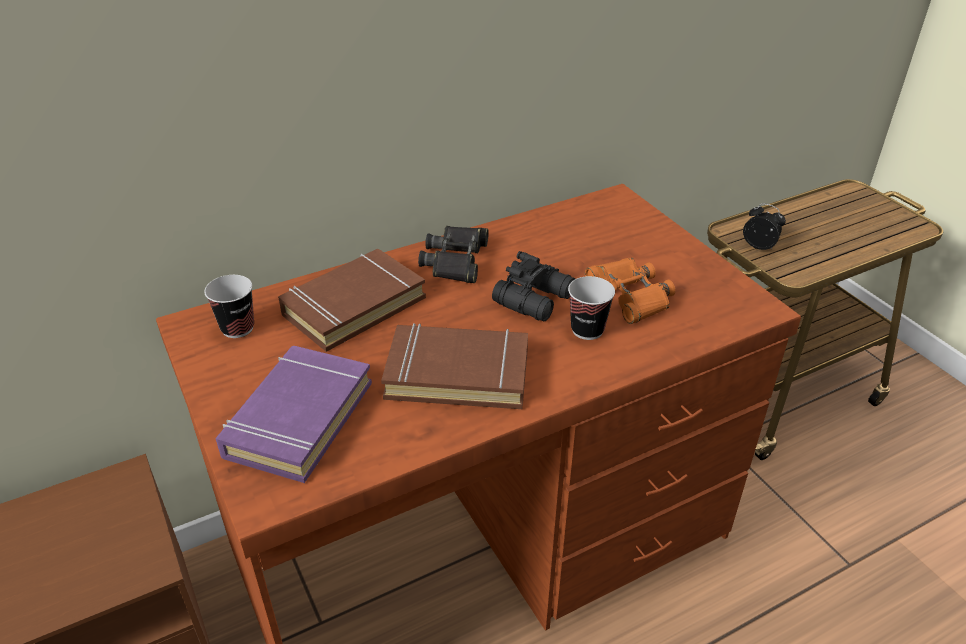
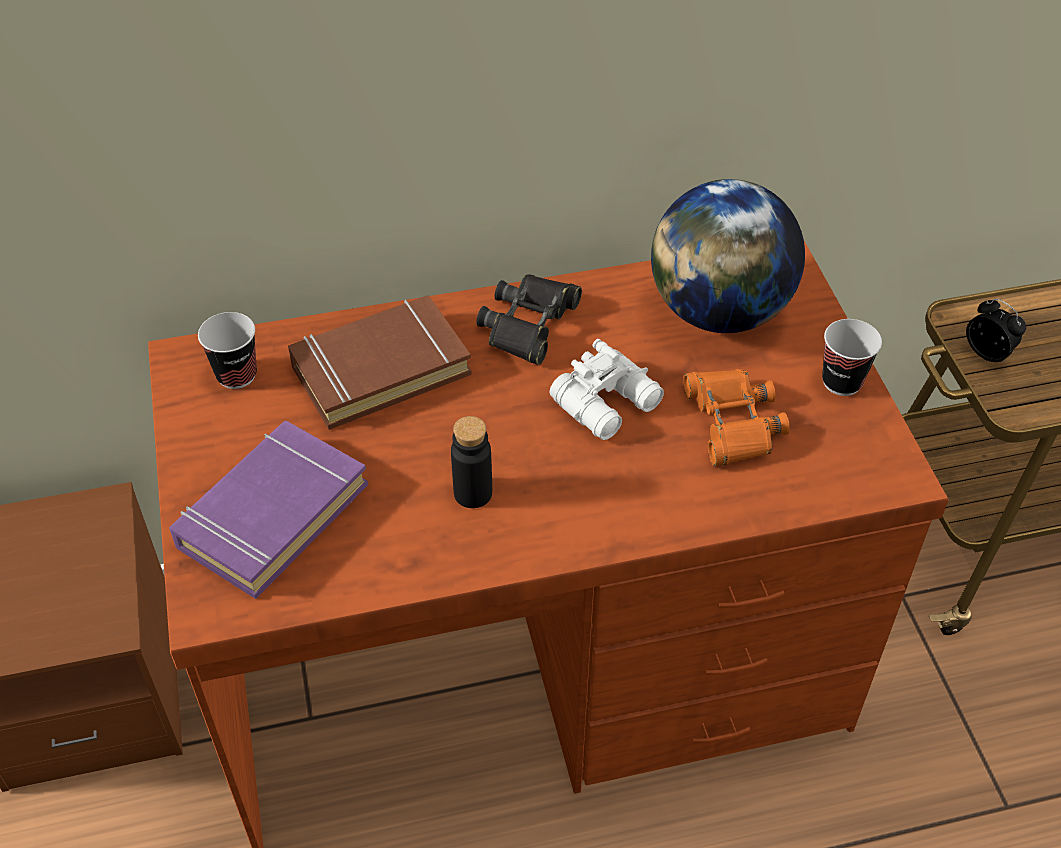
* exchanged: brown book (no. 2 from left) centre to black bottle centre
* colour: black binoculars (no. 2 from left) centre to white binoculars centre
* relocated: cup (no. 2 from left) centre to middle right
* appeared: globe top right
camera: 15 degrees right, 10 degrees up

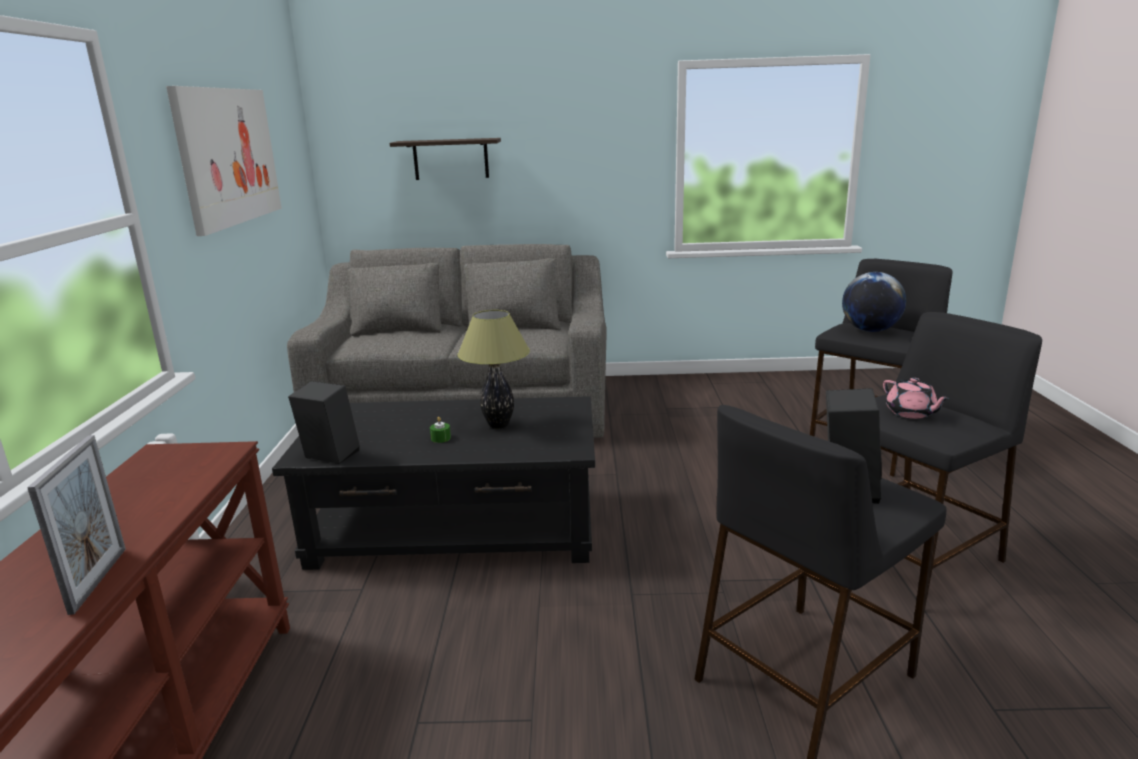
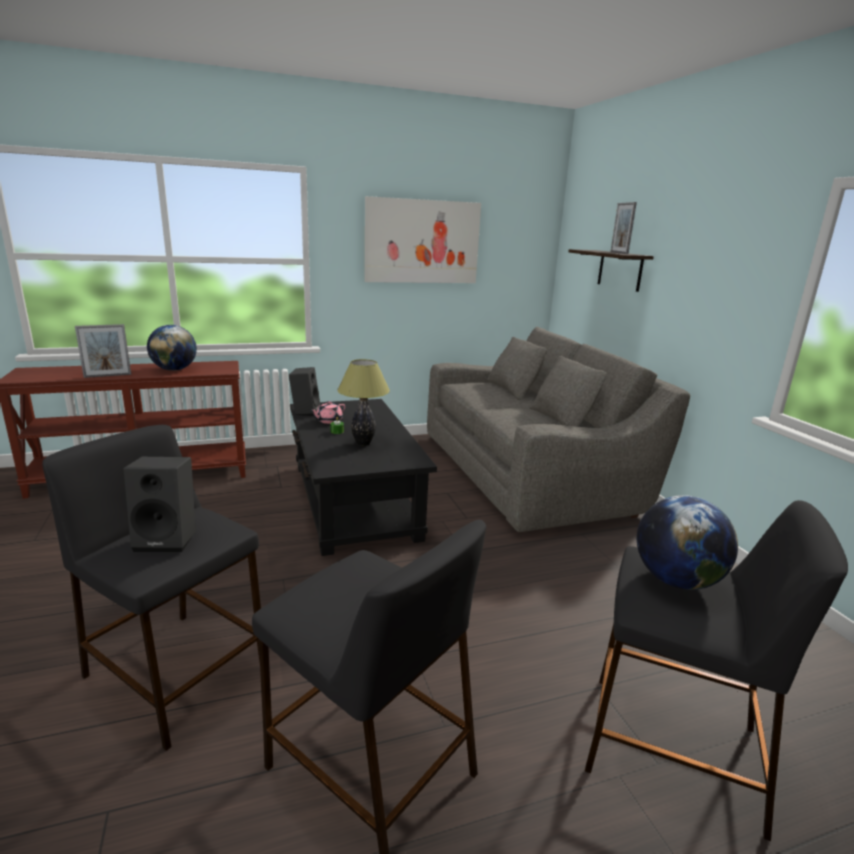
* relocated: pink teapot middle right to centre
* appeared: globe (no. 1 from left) middle left
* appeared: picture frame (no. 2 from left) top right
camera: 70 degrees right, 0 degrees up

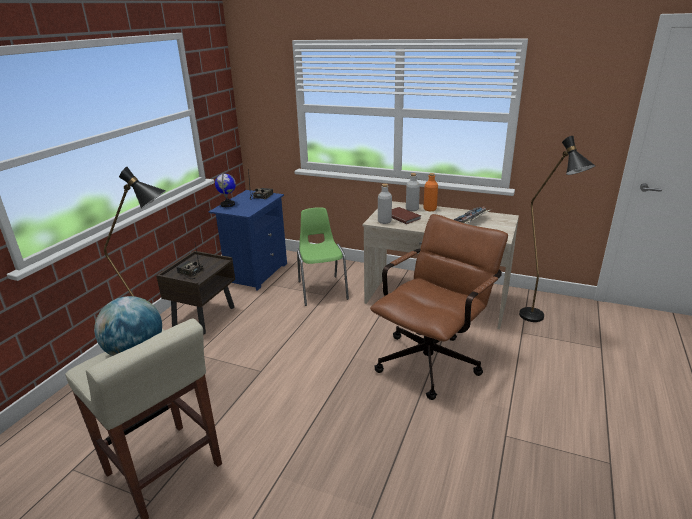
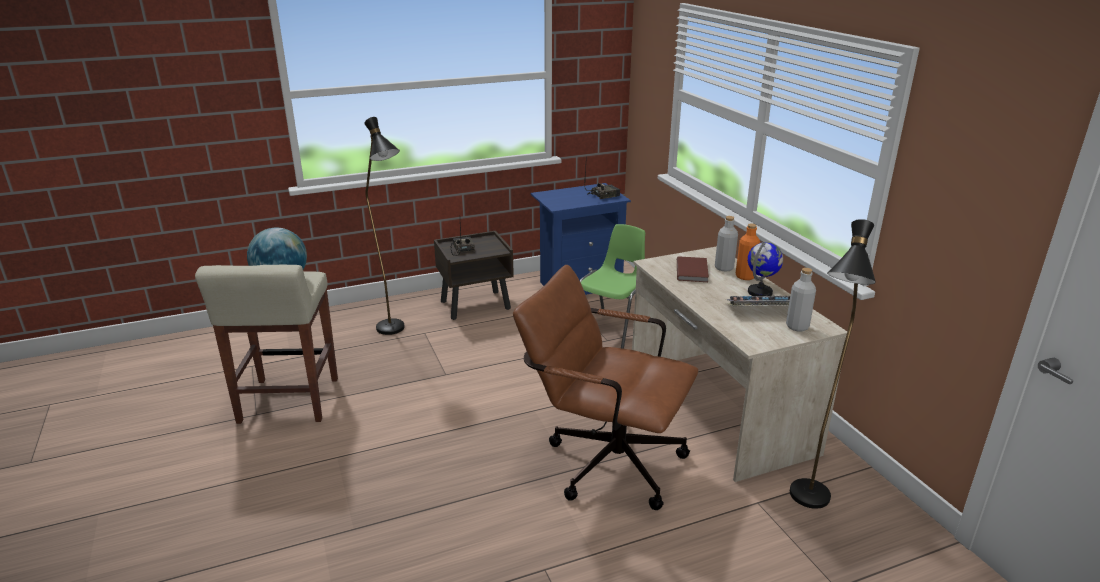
* relocated: globe (no. 2 from left) middle left to middle right
* spun: brown office chair centre = centre 150 degrees counterclockwise
* relocated: grey bottle (no. 1 from left in the first image) centre to grey bottle (no. 2 from left) middle right
camera: 45 degrees right, 0 degrees up

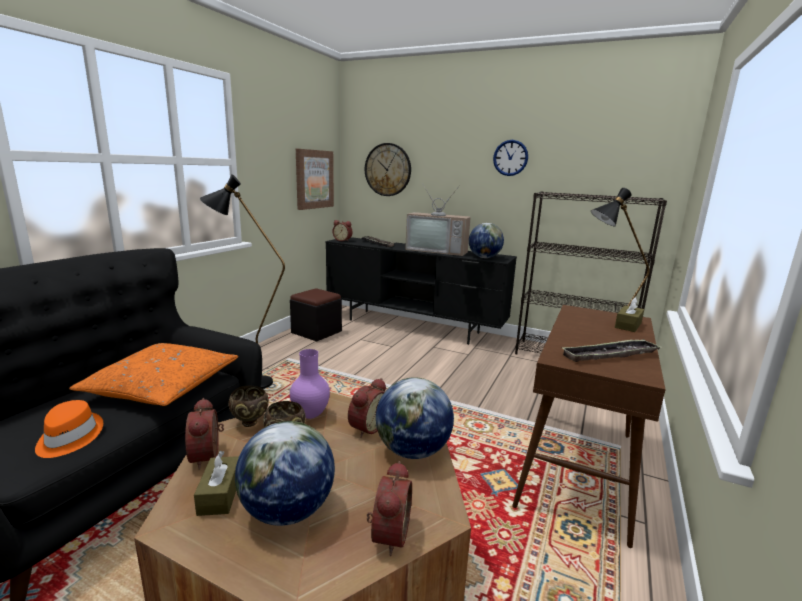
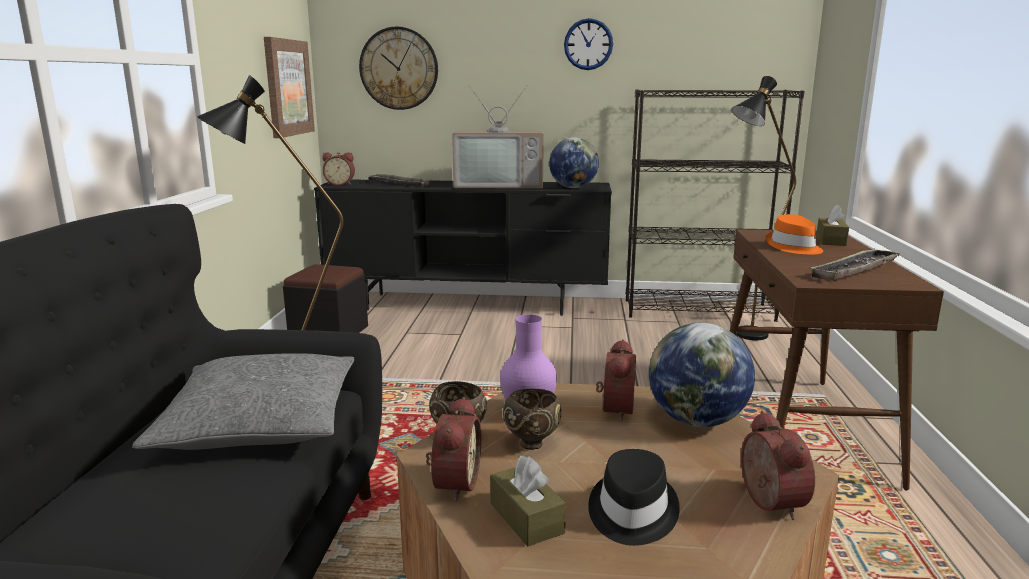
* relocated: orange hat bottom left to middle right
* colour: orange pillow middle left to grey pillow bottom left
* spun: alarm clock (no. 1 from left in the first image) bottom left = bottom centre 135 degrees counterclockwise
* exchanged: globe (no. 1 from left) bottom centre to black hat bottom centre
camera: 20 degrees left, 0 degrees up

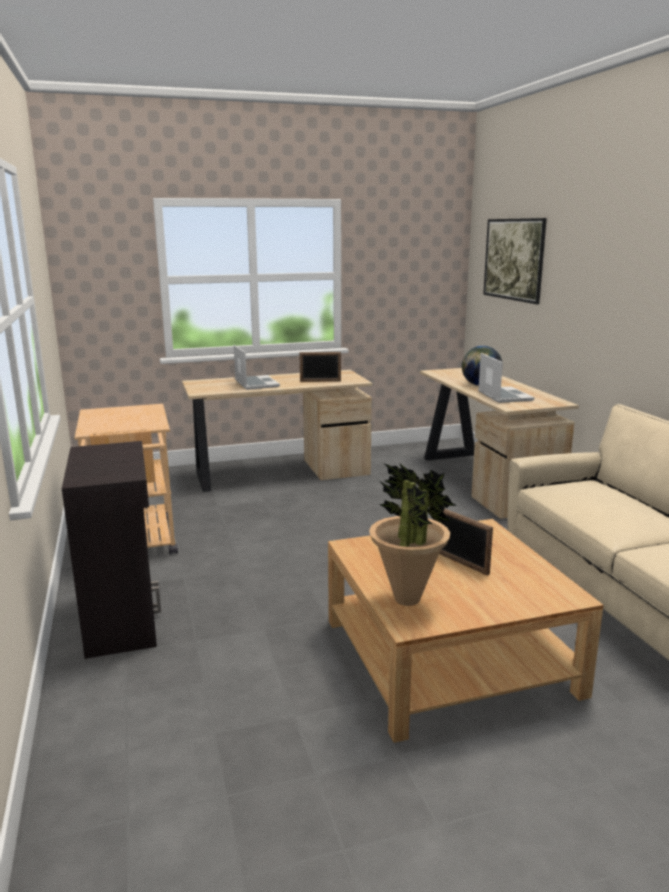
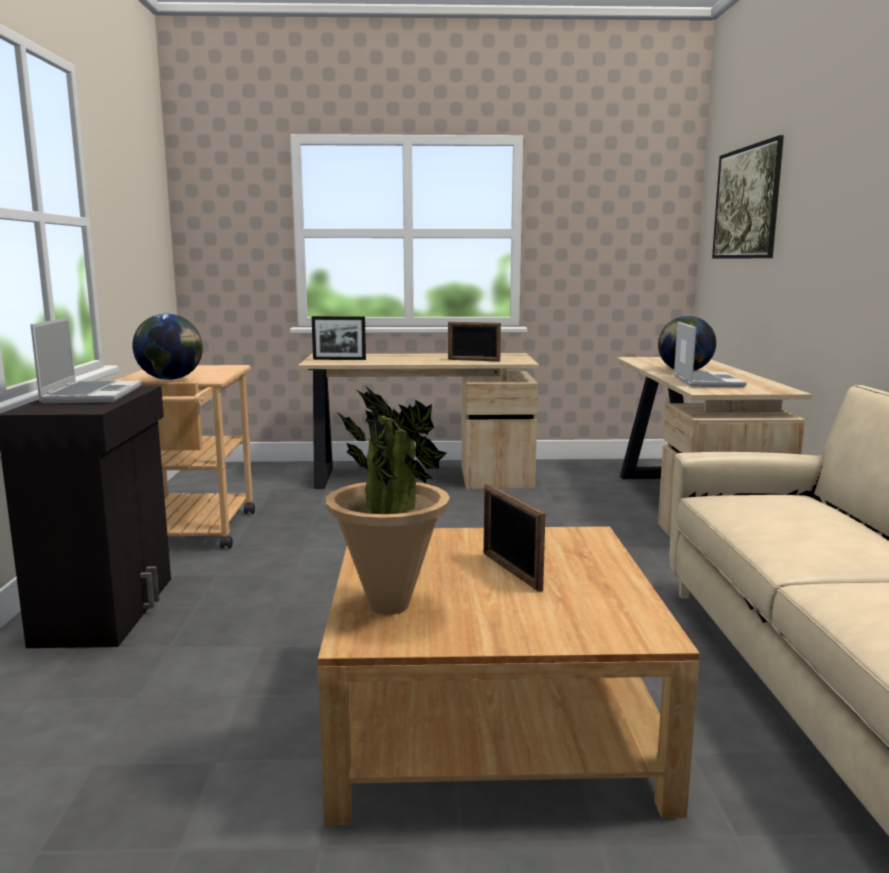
* relocated: laptop (no. 1 from left) centre to middle left
* appeared: globe (no. 1 from left) middle left
* appeared: picture frame (no. 1 from left) centre
camera: 15 degrees right, 5 degrees down

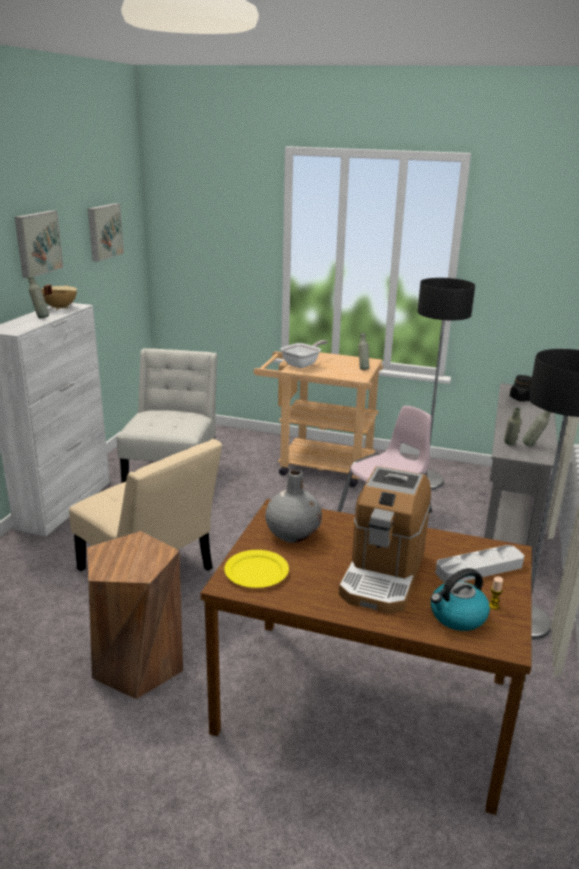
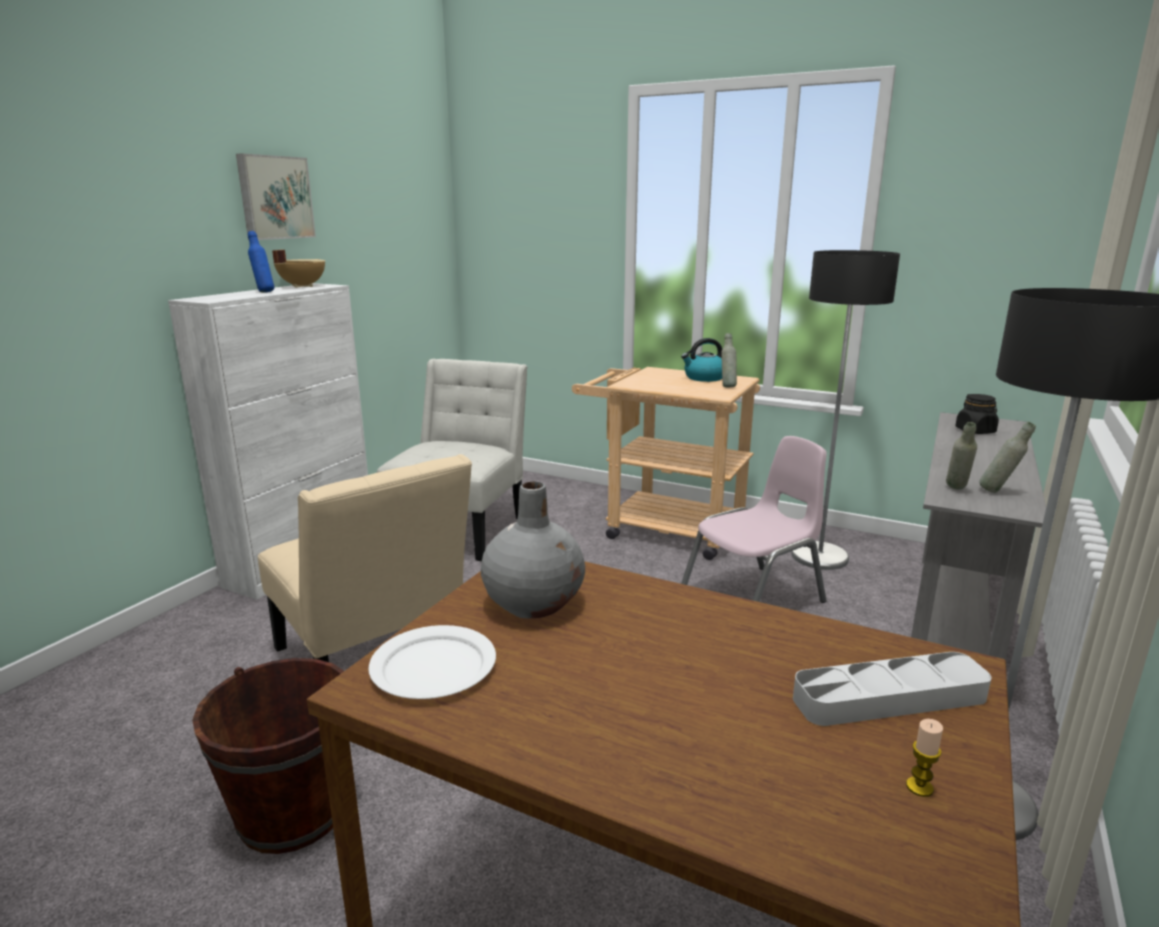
* colour: grey bottle (no. 1 from left) middle left to blue bottle top left
* exchanged: brown stool bottom left to brown bucket bottom left
* missing: picture (no. 2 from left) top left
* colour: yellow plate centre to white plate bottom centre
* missing: frying pan centre
* missing: coffee machine centre
* relocated: kettle bottom right to centre
camera: 10 degrees right, 5 degrees down

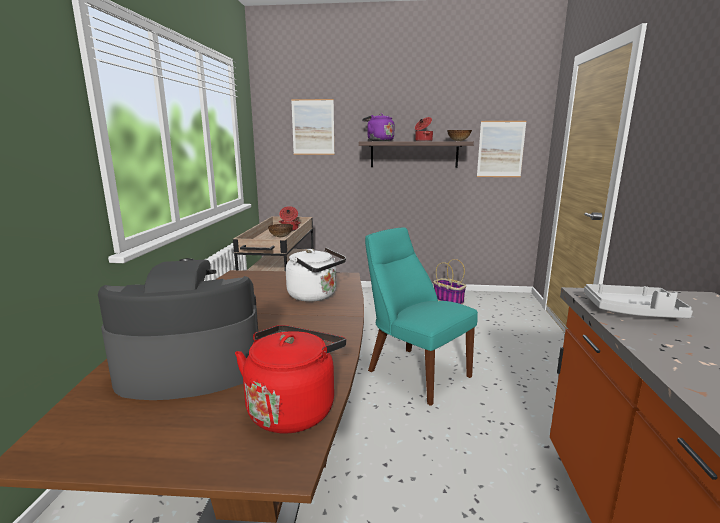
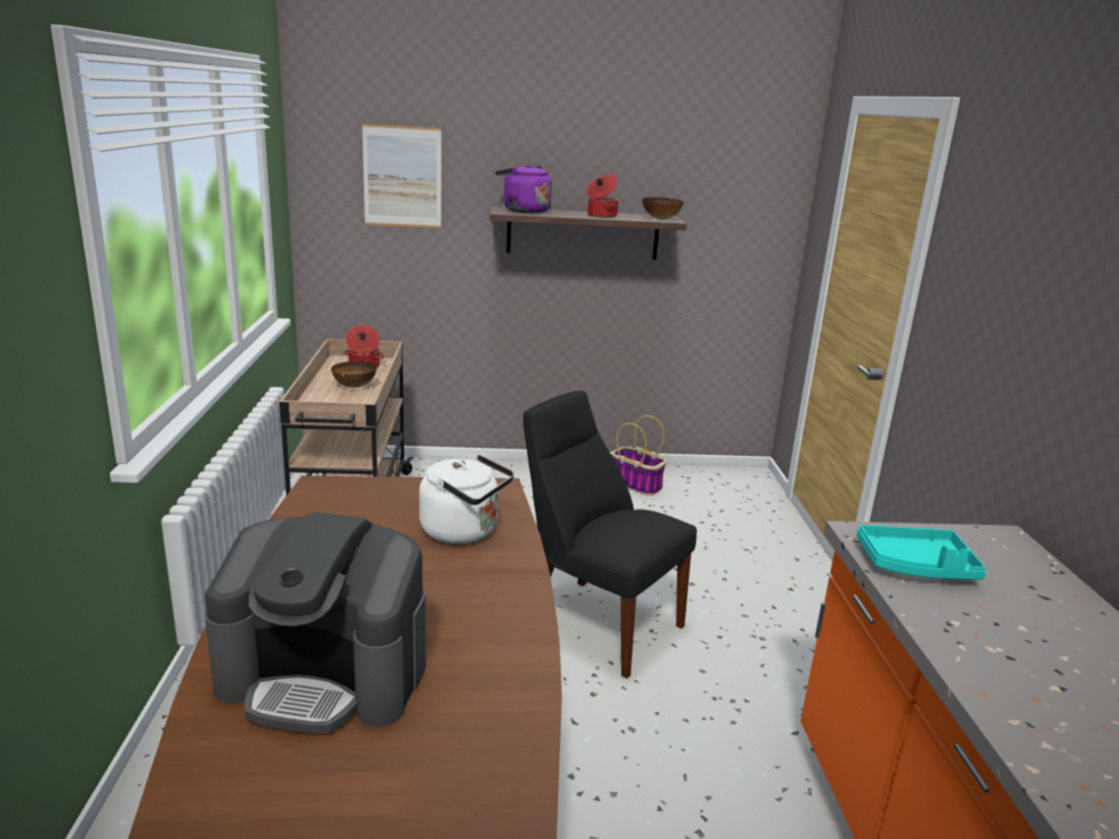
* spun: coffee machine middle left = bottom left 150 degrees counterclockwise
* missing: red kettle bottom centre
* colour: turquoise chair centre to black chair centre
* missing: picture (no. 2 from left) top right
* colour: grey tray middle right to turquoise tray middle right
camera: 10 degrees left, 5 degrees up

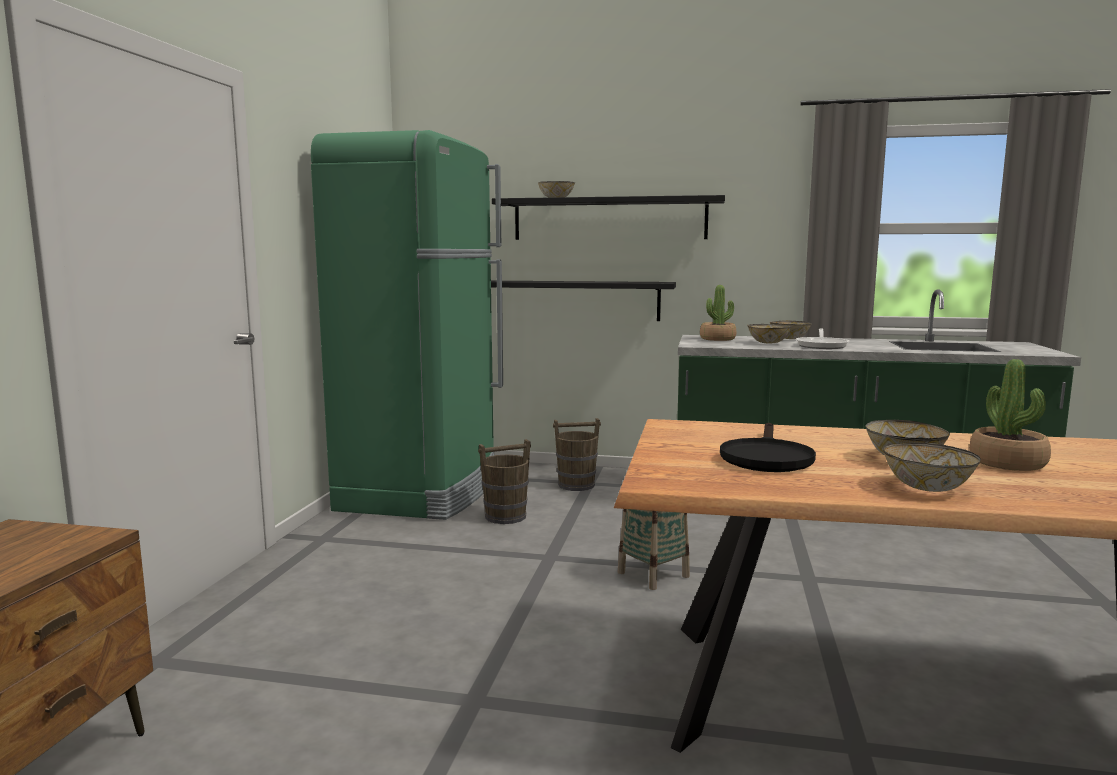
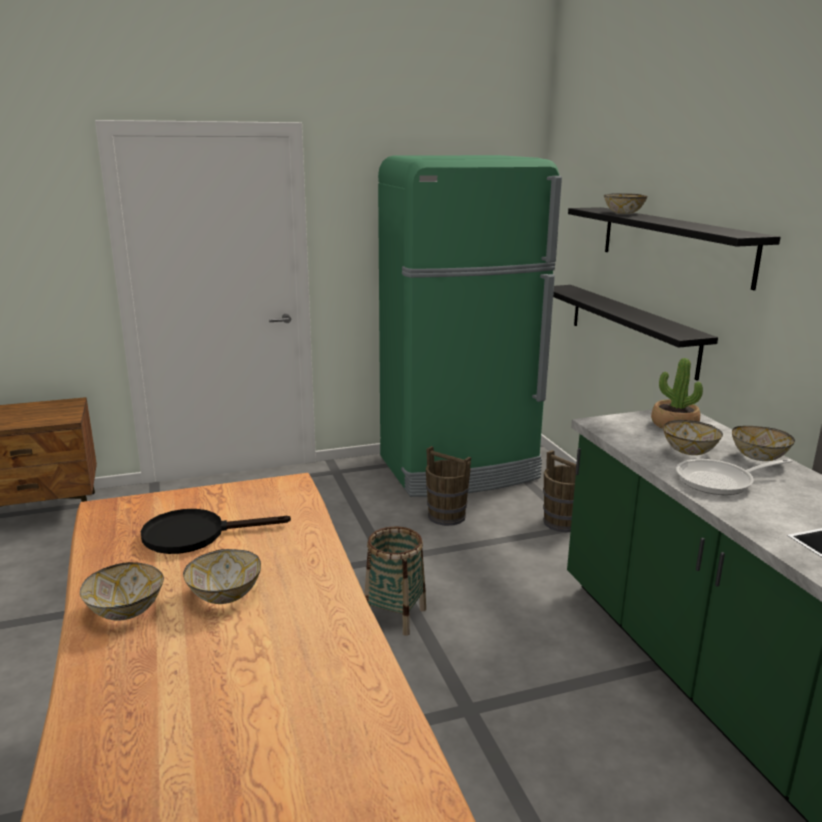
* missing: potted plant (no. 2 from left) middle right
camera: 60 degrees right, 10 degrees up

